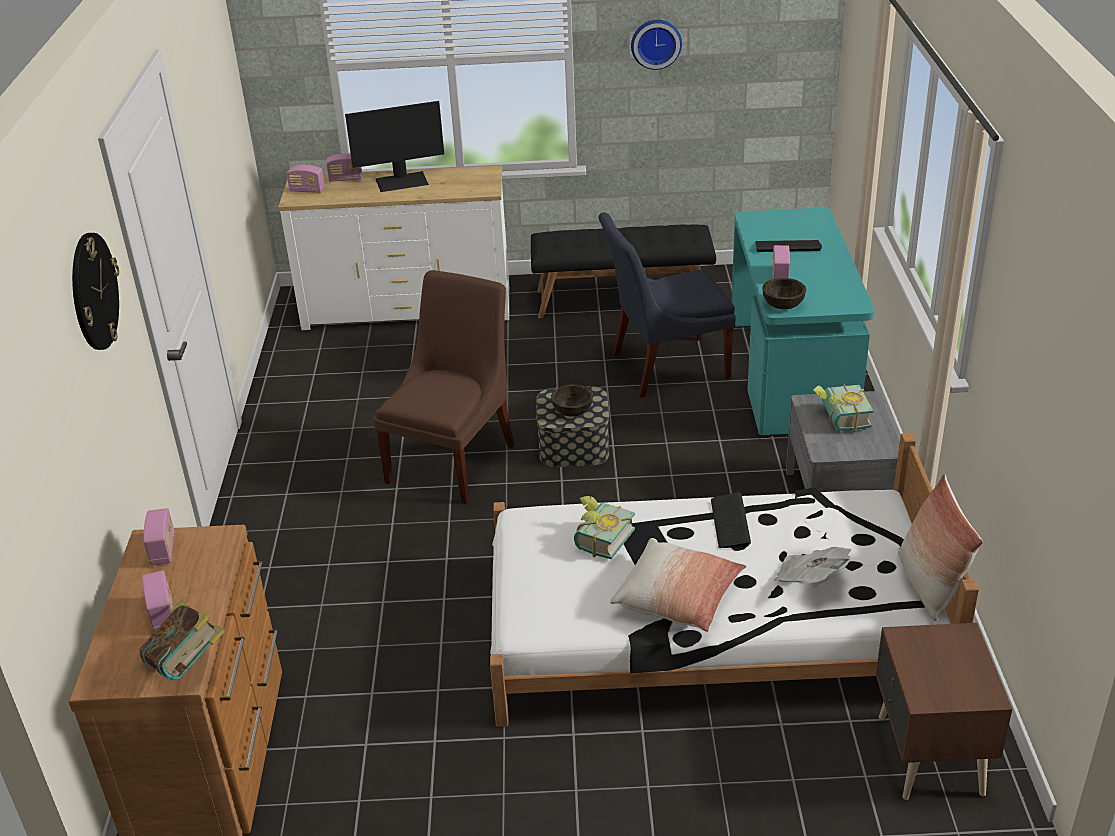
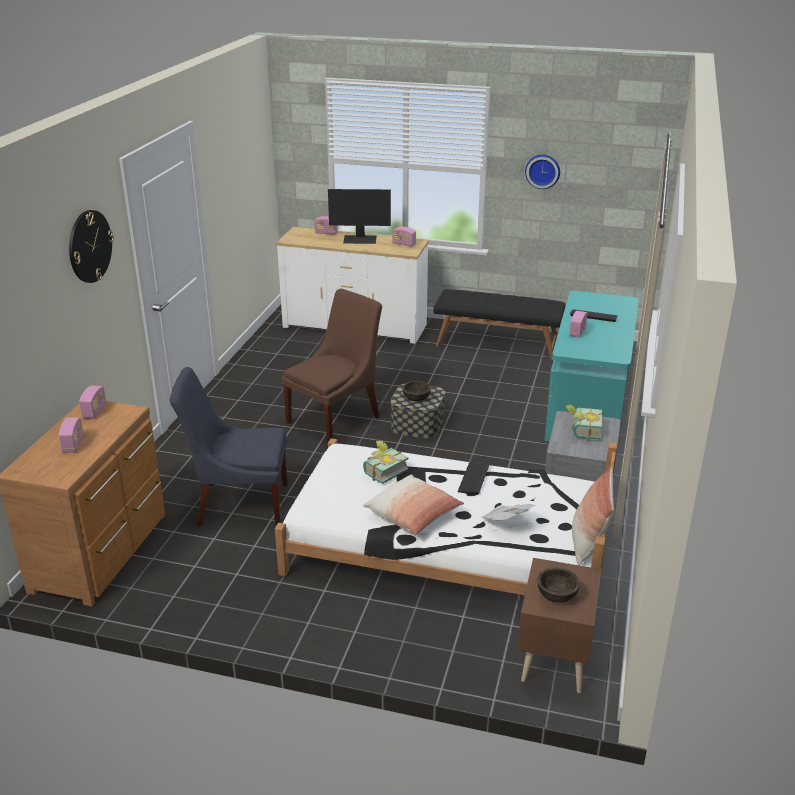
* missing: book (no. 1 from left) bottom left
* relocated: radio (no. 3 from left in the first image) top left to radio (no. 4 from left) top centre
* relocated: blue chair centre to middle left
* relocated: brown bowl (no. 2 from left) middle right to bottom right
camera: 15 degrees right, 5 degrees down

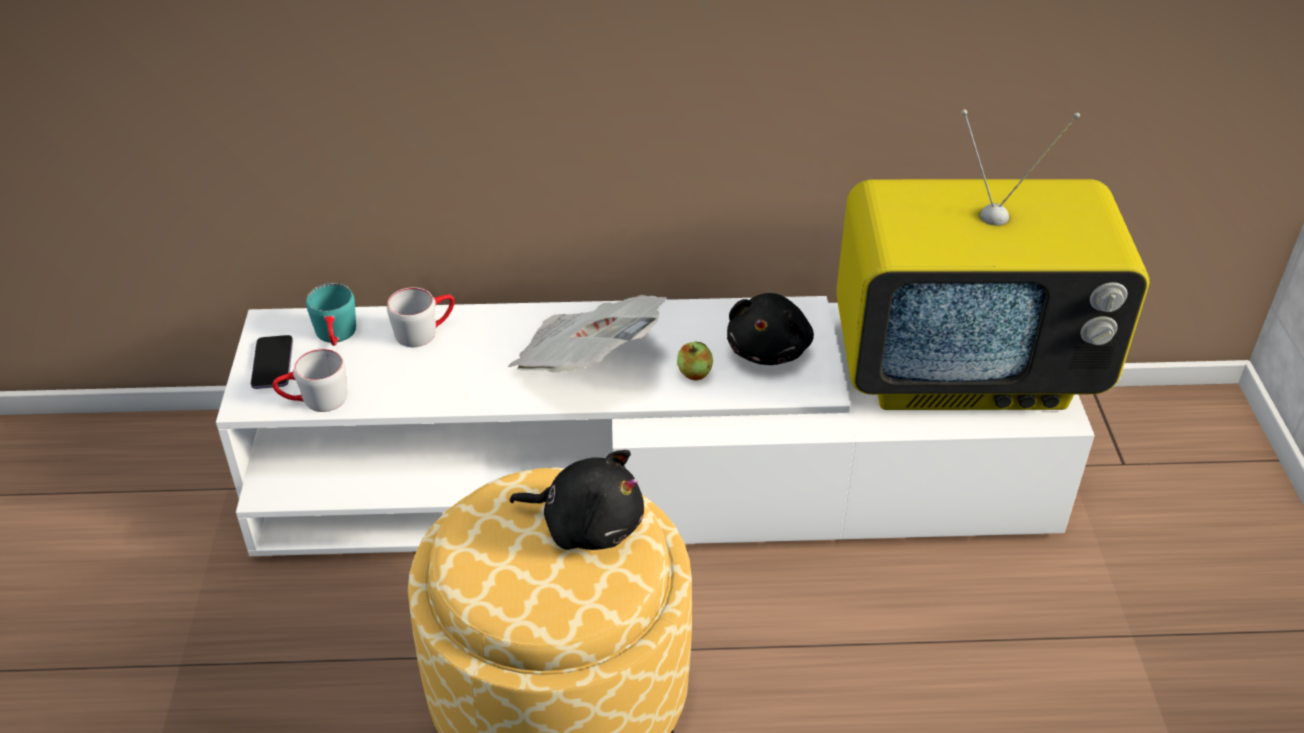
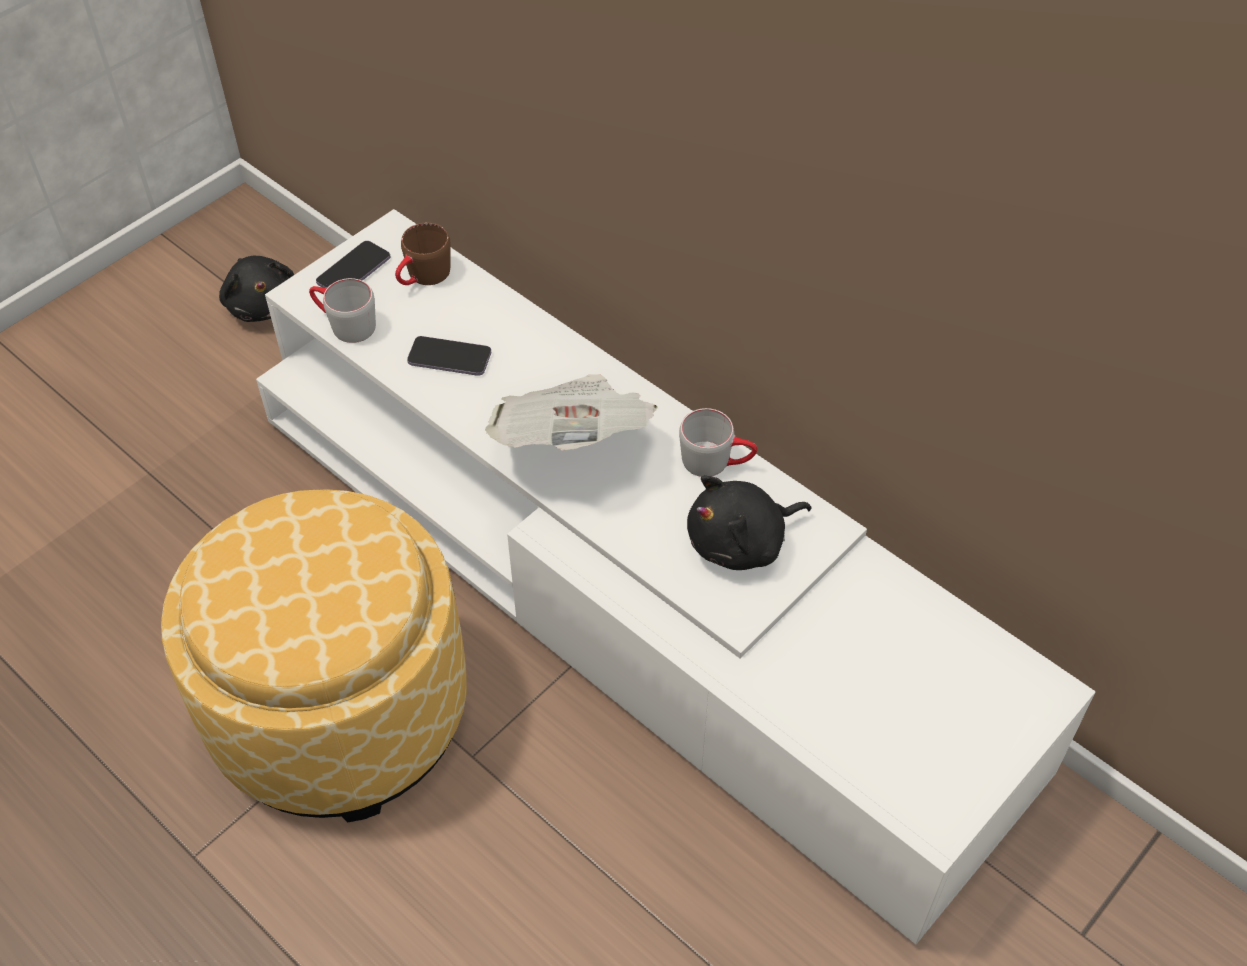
* colour: turquoise mug middle left to brown mug top centre
* relocated: grey mug (no. 2 from left) middle left to centre
* relocated: black plush toy (no. 1 from left) bottom centre to top left
* missing: apple centre
* missing: television middle right
* appeared: phone (no. 2 from left) centre
camera: 45 degrees right, 10 degrees up

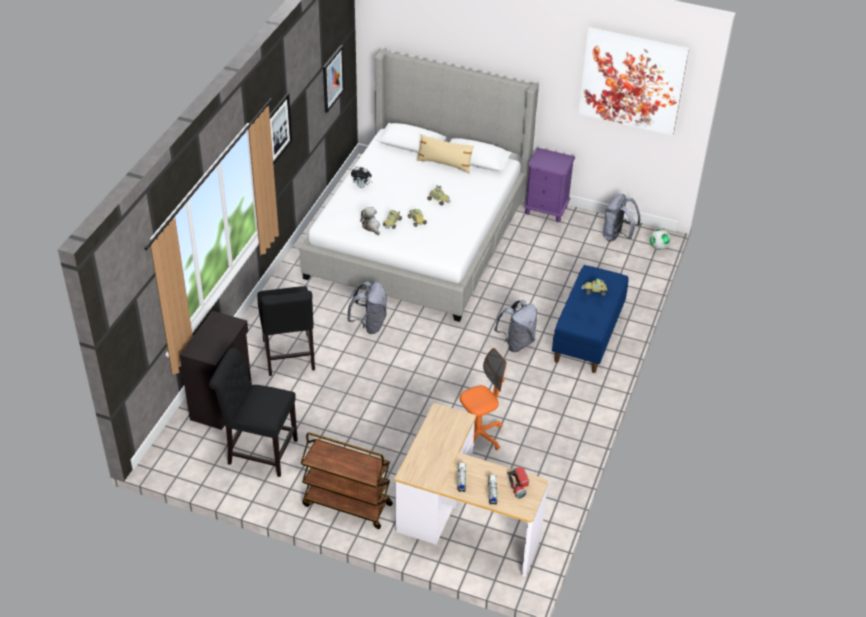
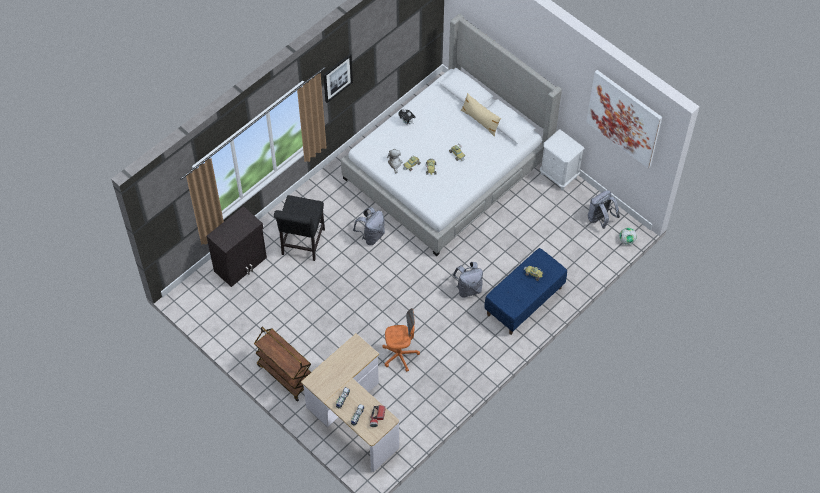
* missing: black chair (no. 1 from left) bottom left
* missing: picture (no. 2 from left) top centre
* colour: purple nightstand top centre to white nightstand top right
camera: 25 degrees right, 15 degrees up

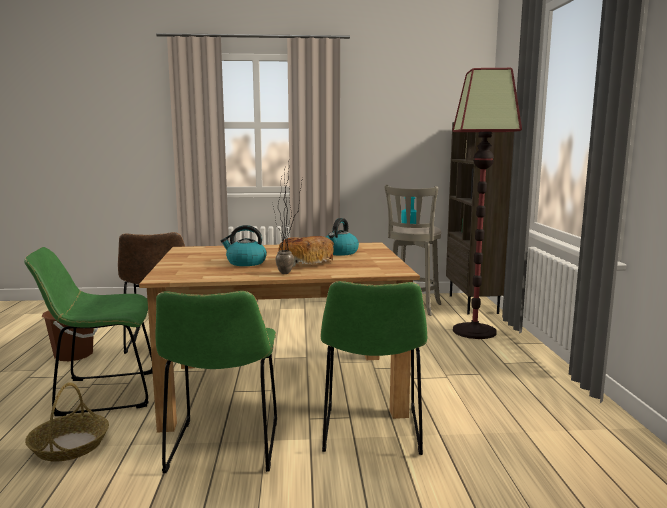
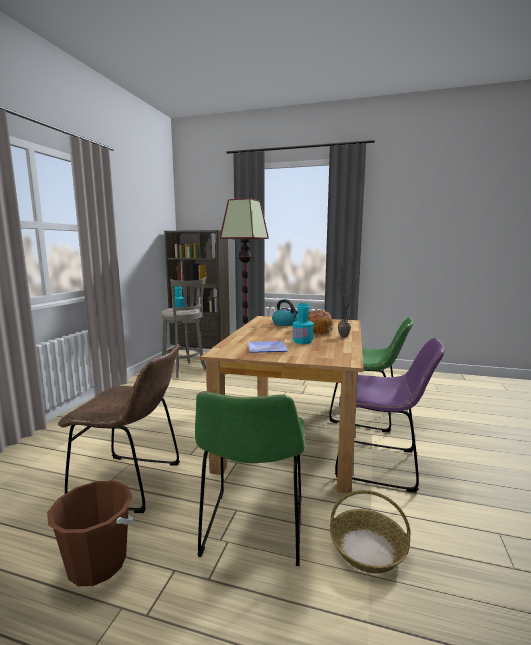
* colour: green chair (no. 2 from left) bottom left to purple chair middle right
* exchanged: kettle (no. 1 from left) centre to turquoise bottle (no. 2 from left) centre
* appeared: plate centre
camera: 70 degrees left, 0 degrees up

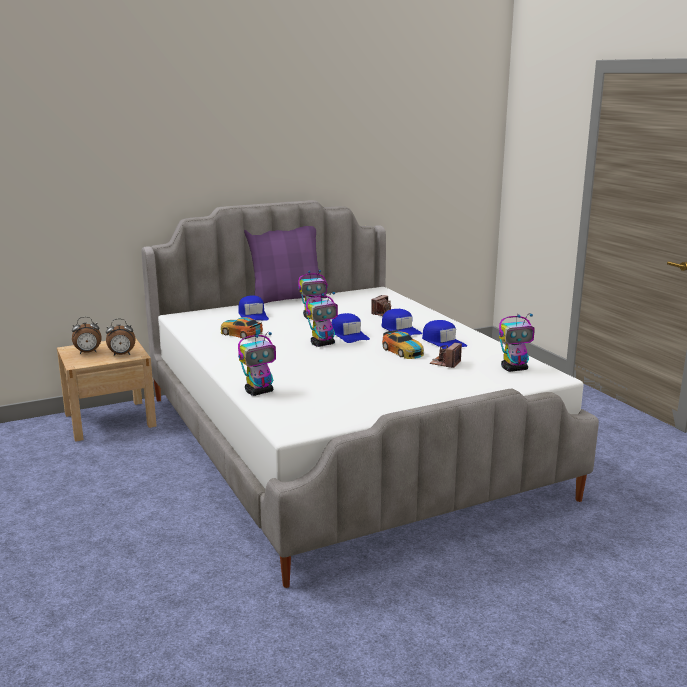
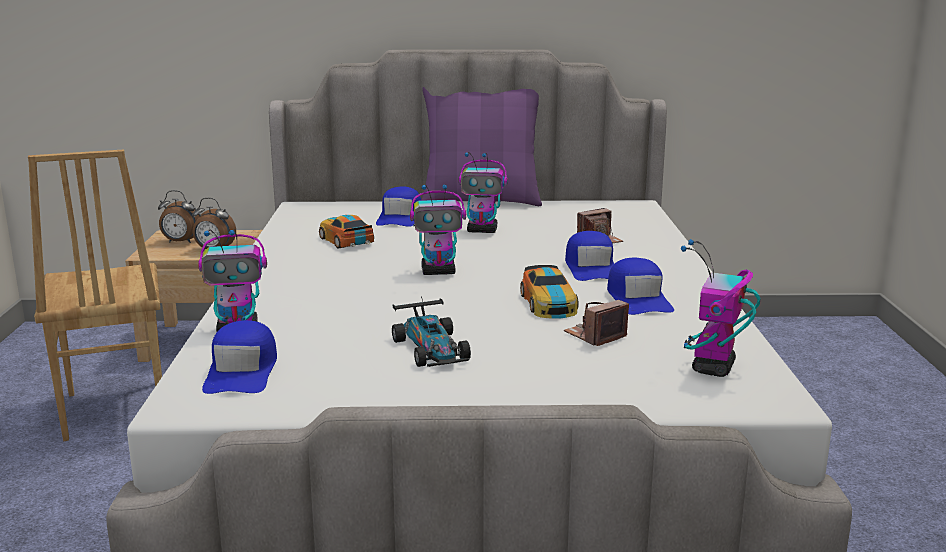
* relocated: blue cap (no. 2 from left in the first image) centre to blue cap (no. 1 from left) middle left
* spun: toy robot (no. 4 from left) middle right = middle right 105 degrees clockwise
* appeared: brown chair middle left
* appeared: toy car (no. 2 from left) centre
camera: 25 degrees right, 0 degrees up

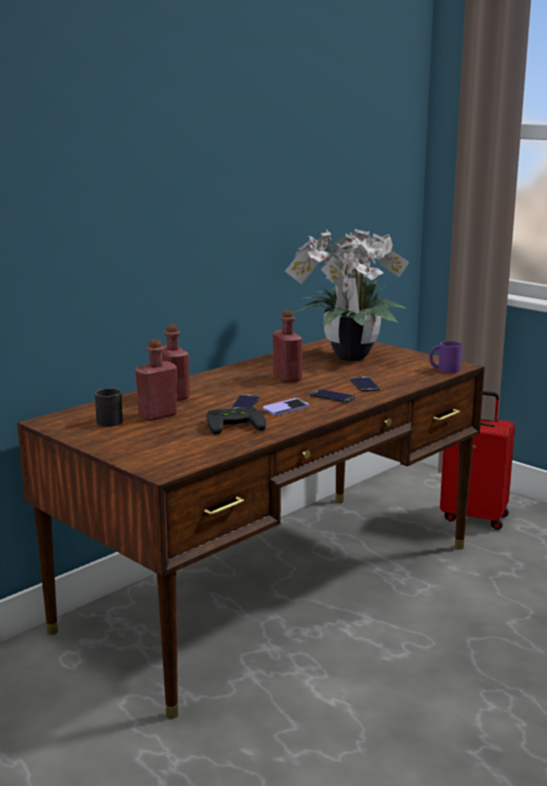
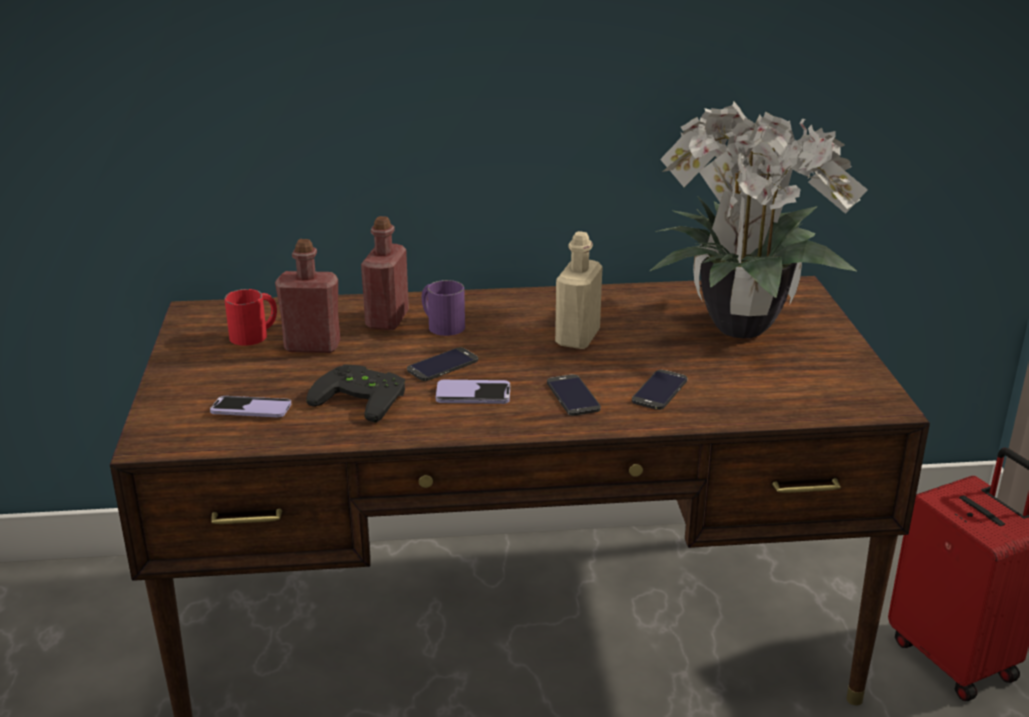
* colour: black mug middle left to red mug middle left
* colour: red bottle (no. 3 from left) centre to beige bottle centre
* relocated: purple mug middle right to centre
* appeared: phone (no. 1 from left) middle left
camera: 40 degrees right, 10 degrees up

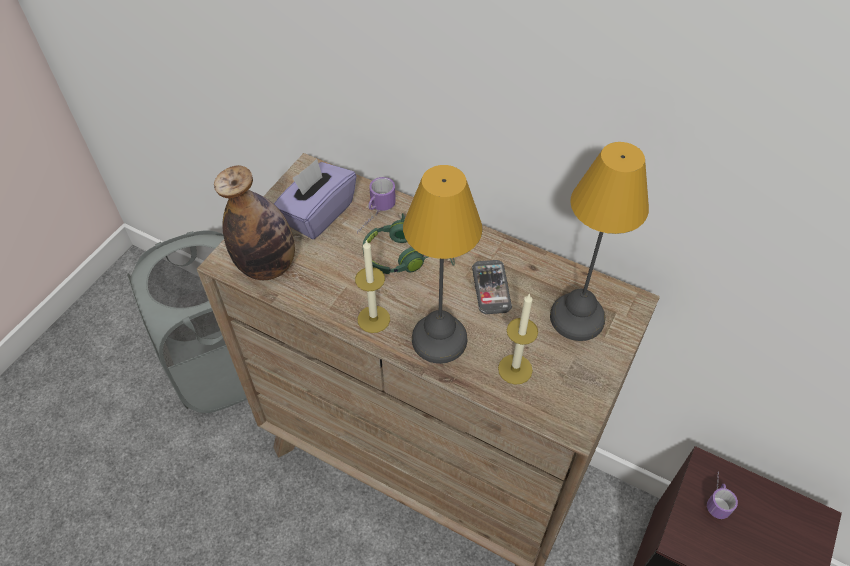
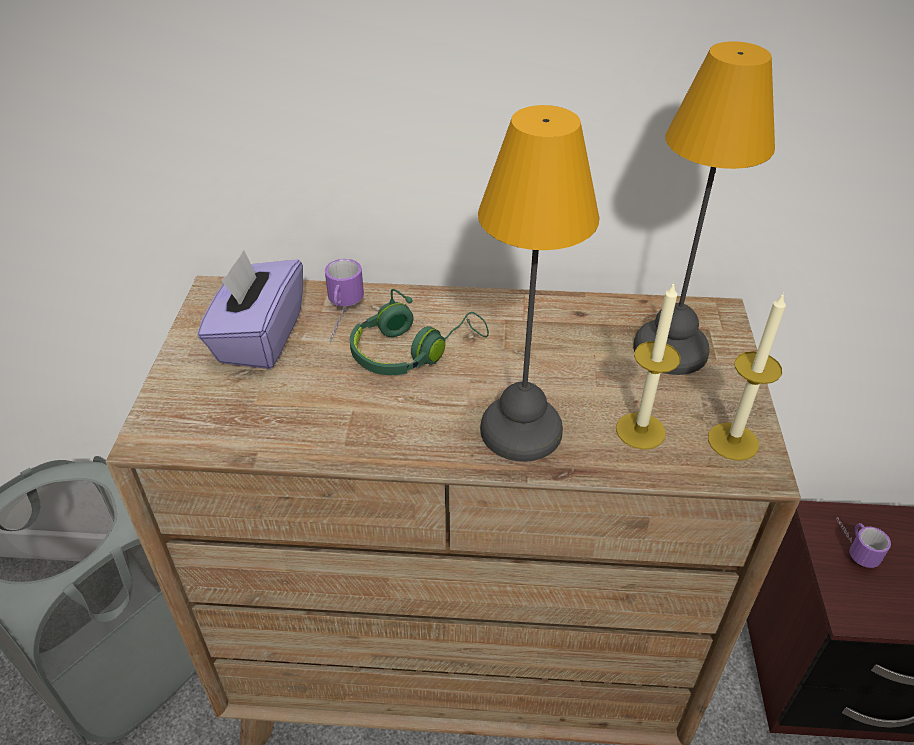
* missing: bottle middle left
* relocated: candle (no. 1 from left in the first image) centre to candle (no. 2 from left) middle right
* missing: phone centre
camera: 25 degrees left, 10 degrees down

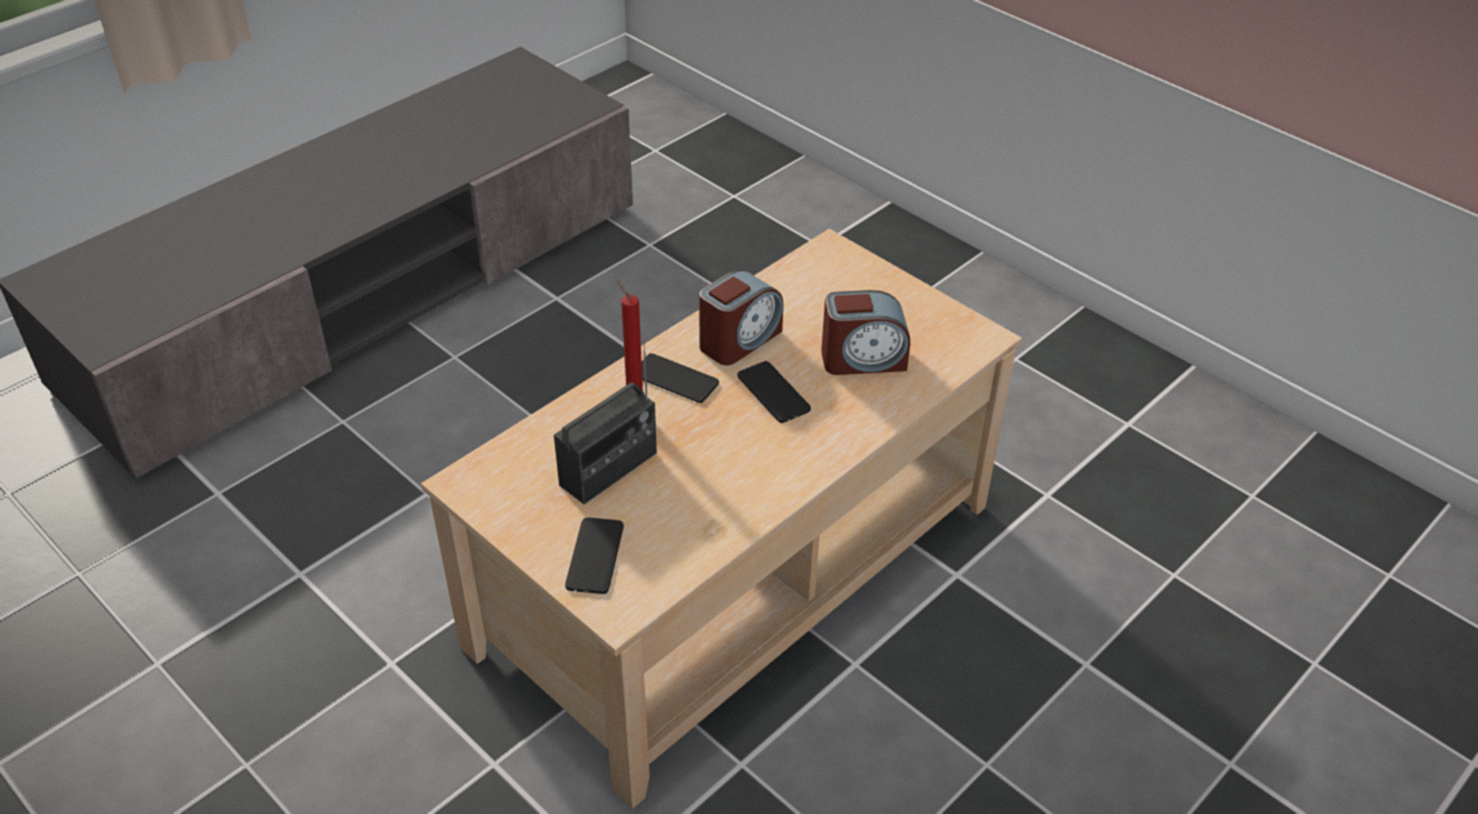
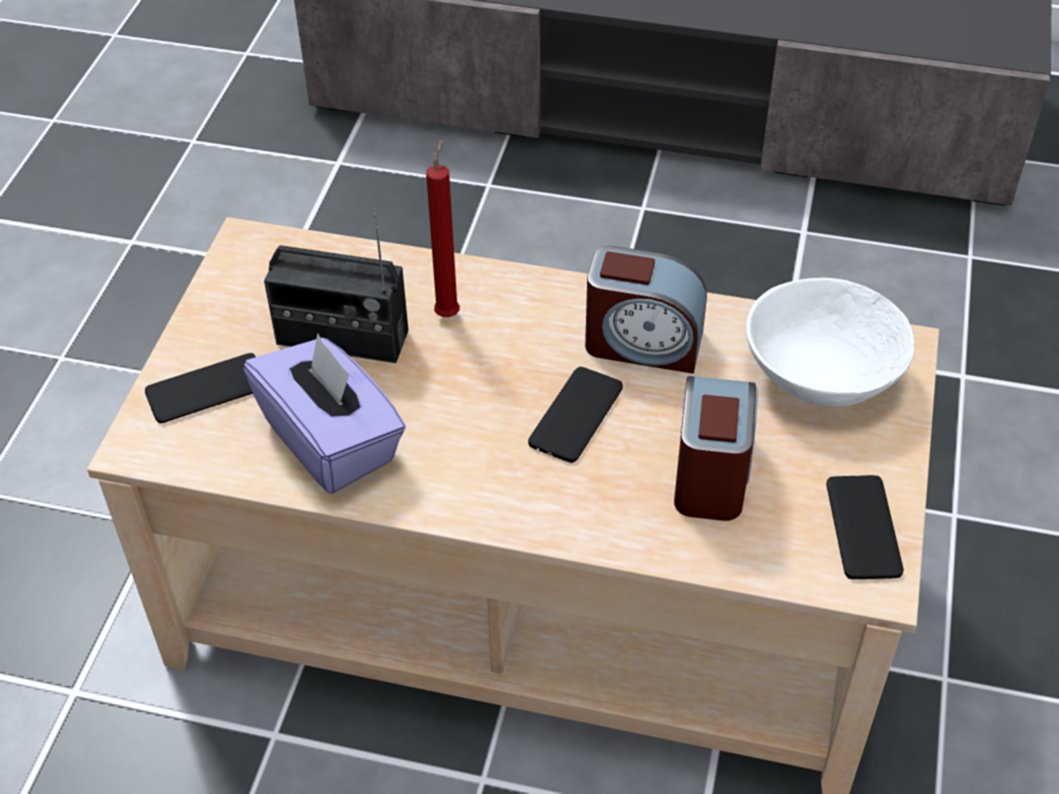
* relocated: phone (no. 2 from left in the first image) centre to phone (no. 3 from left) middle right
* spun: alarm clock (no. 2 from left) centre = middle right 135 degrees counterclockwise
* appeared: purple tissue box middle left
* appeared: white bowl middle right
camera: 60 degrees right, 5 degrees up

